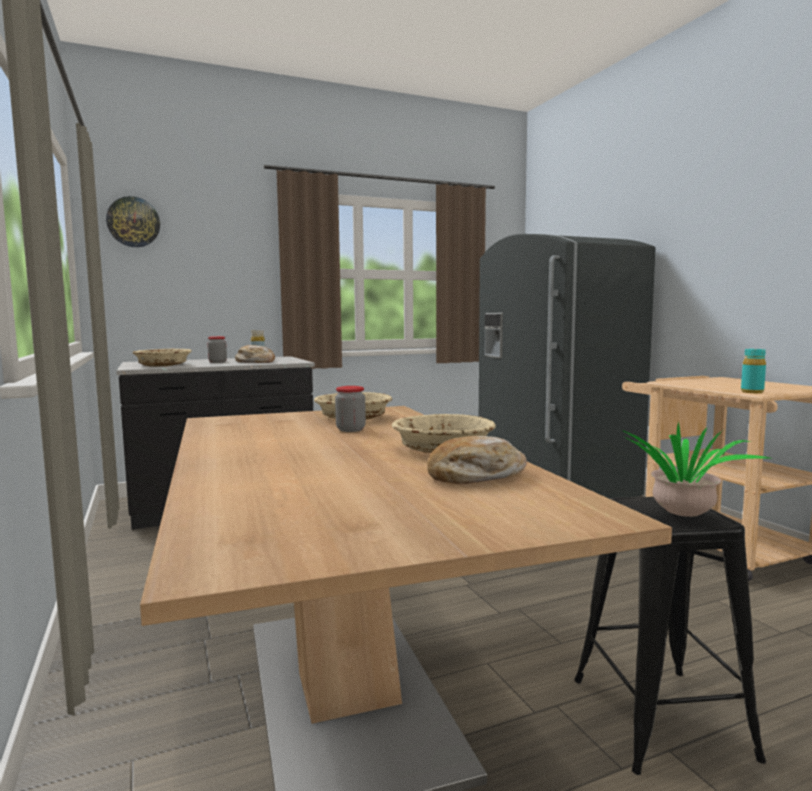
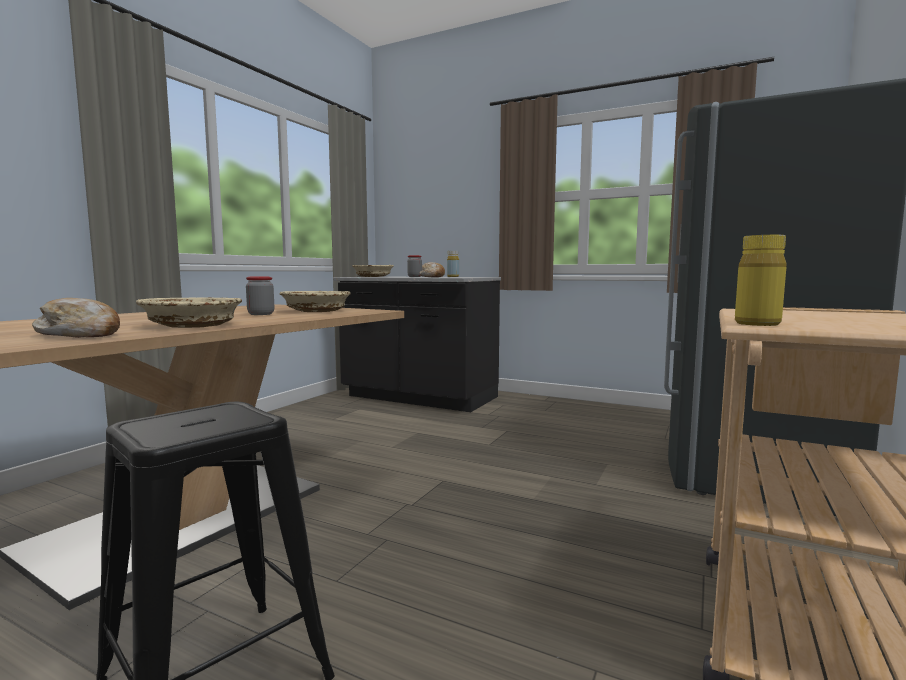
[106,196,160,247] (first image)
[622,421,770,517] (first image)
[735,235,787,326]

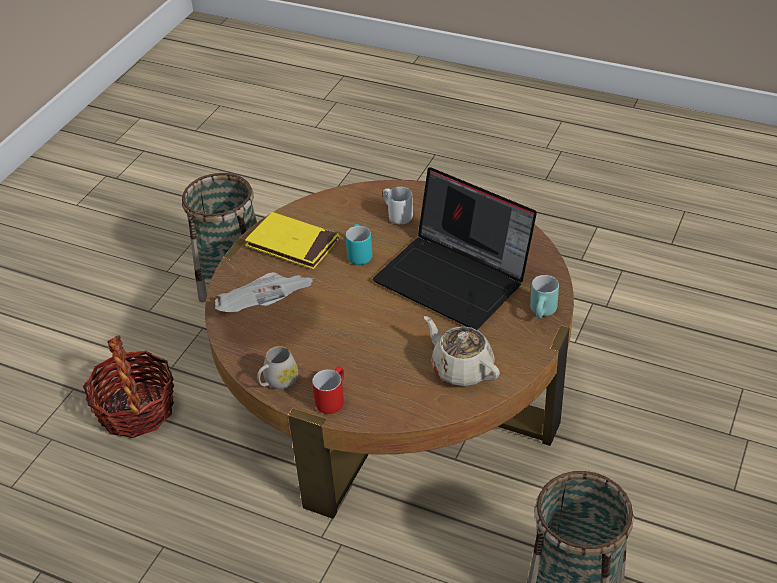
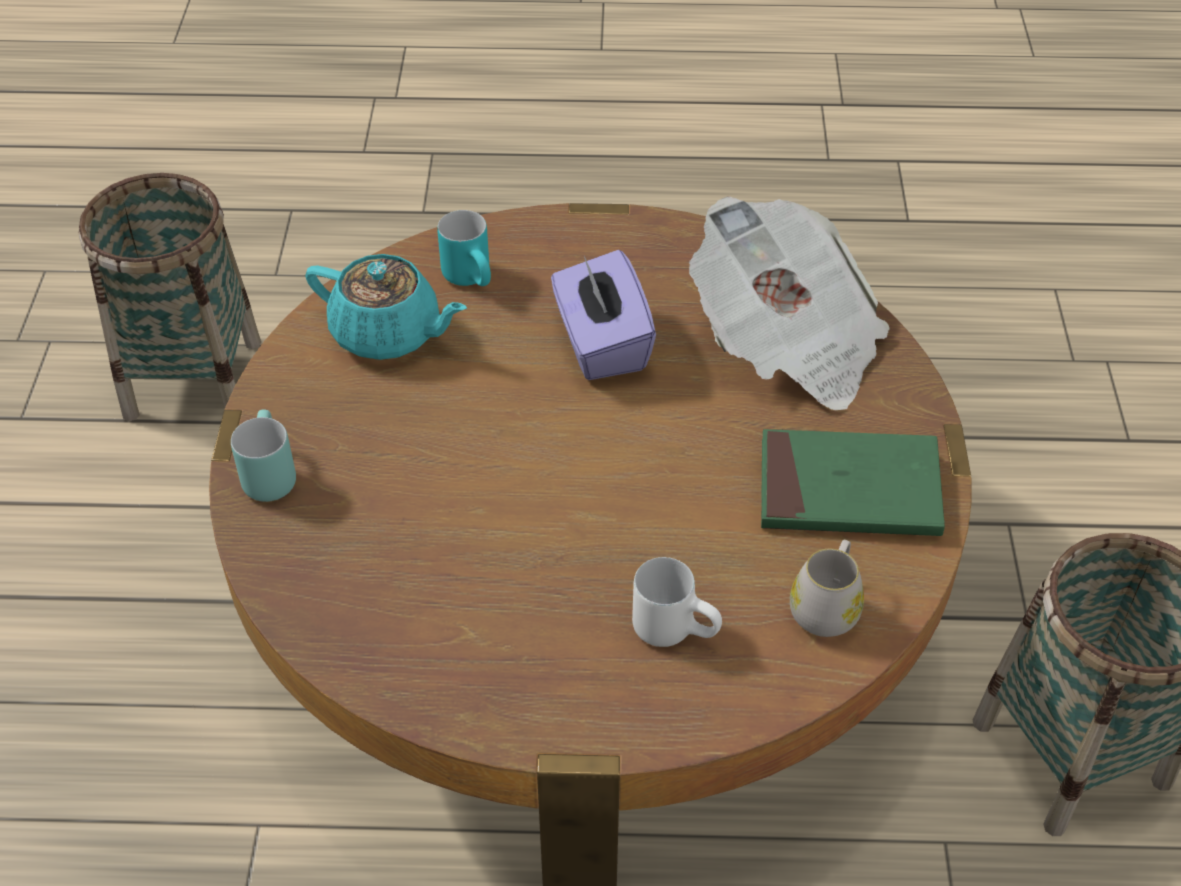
[83,335,174,438] (first image)
[312,366,344,414] (first image)
[373,167,537,330] (first image)
[551,250,656,380]
[790,540,864,637]
[437,210,491,286]
[761,429,945,536]
[305,254,467,360]

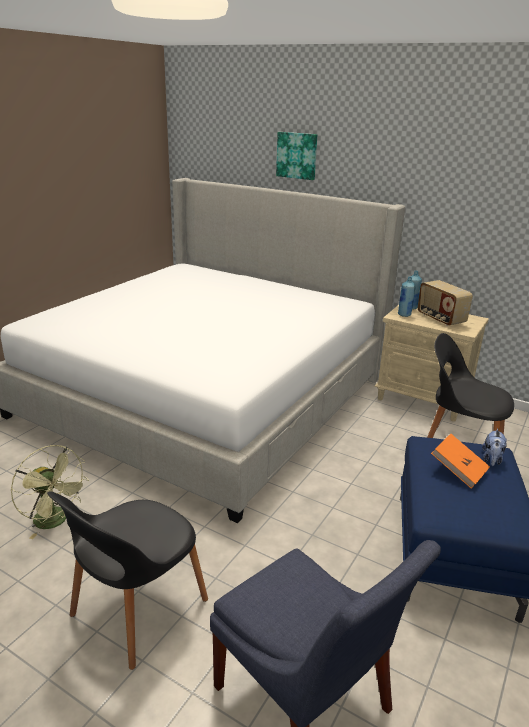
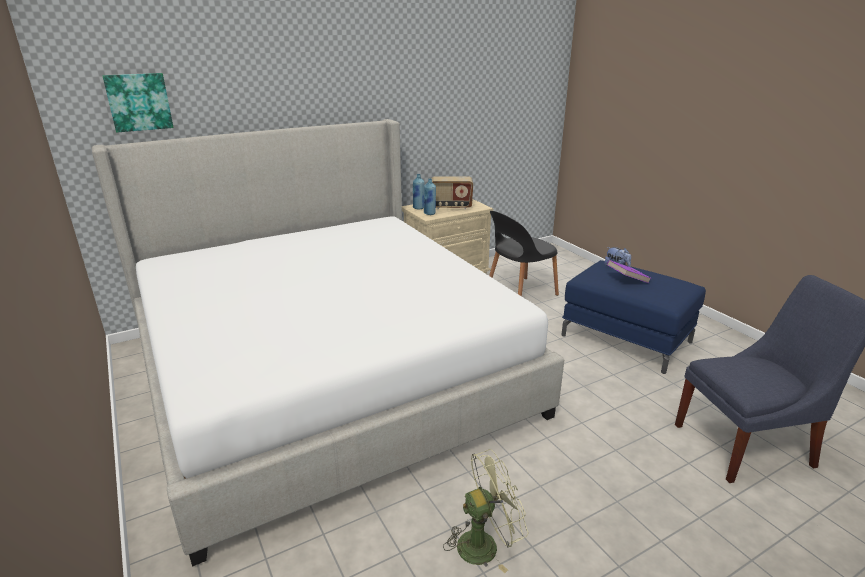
[47,491,208,670] (first image)
[102,73,174,132]
[607,260,651,283]

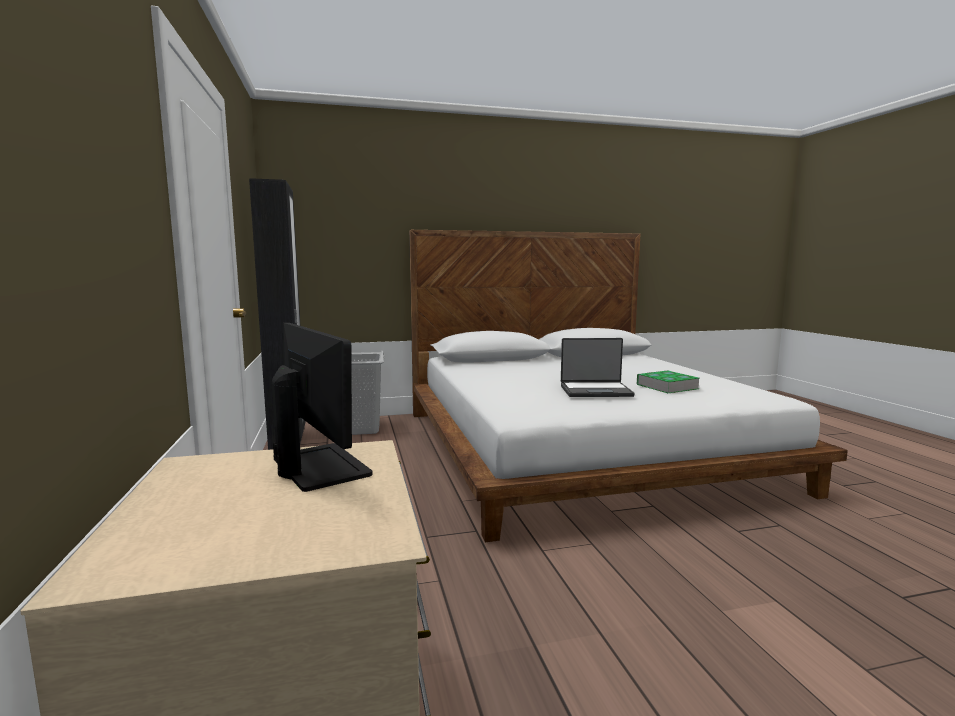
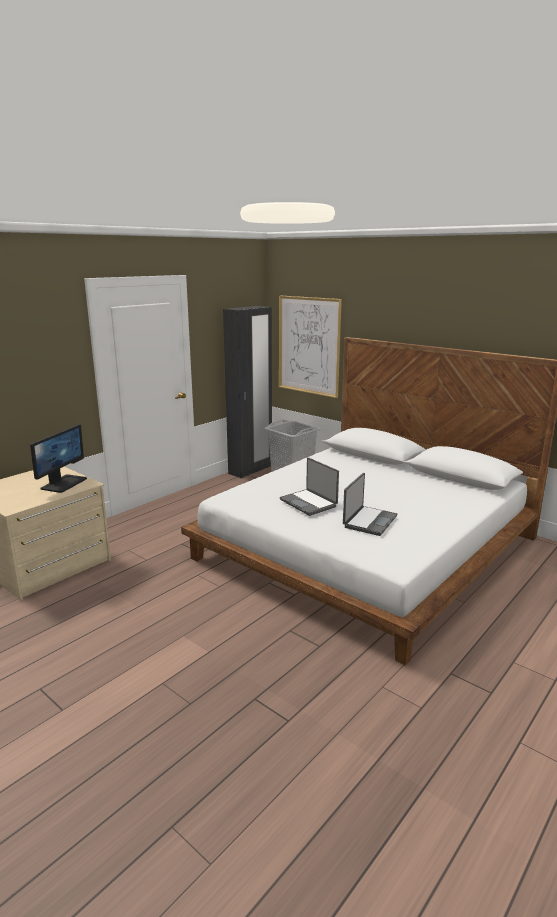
[279,296,342,398]
[343,473,397,536]

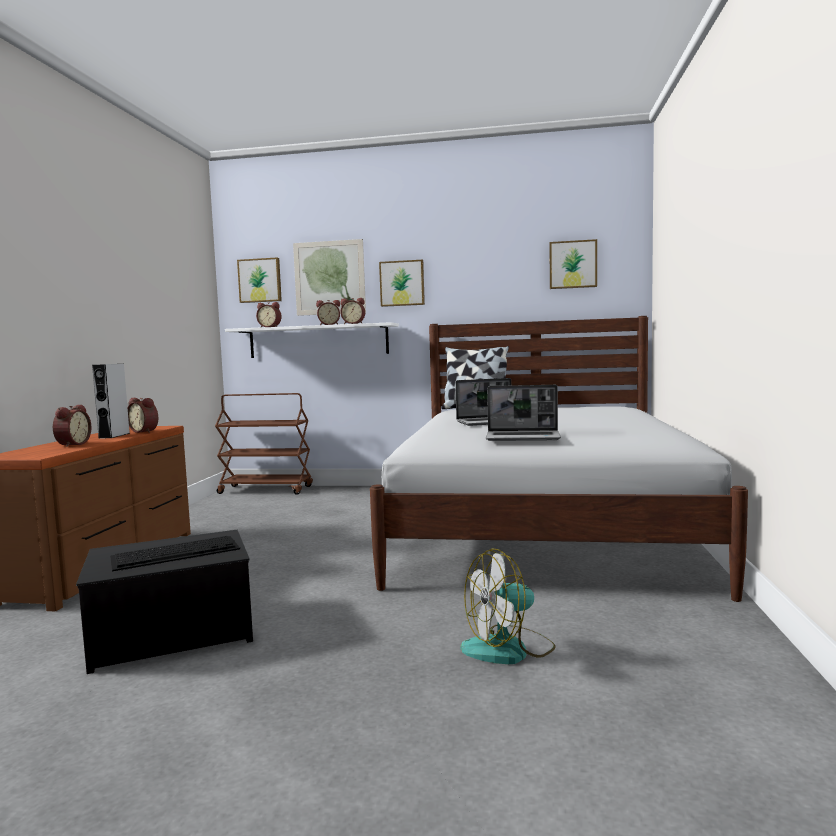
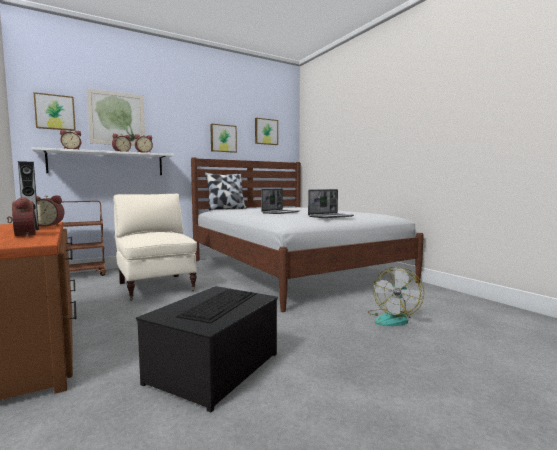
[113,194,197,301]
[210,124,237,153]

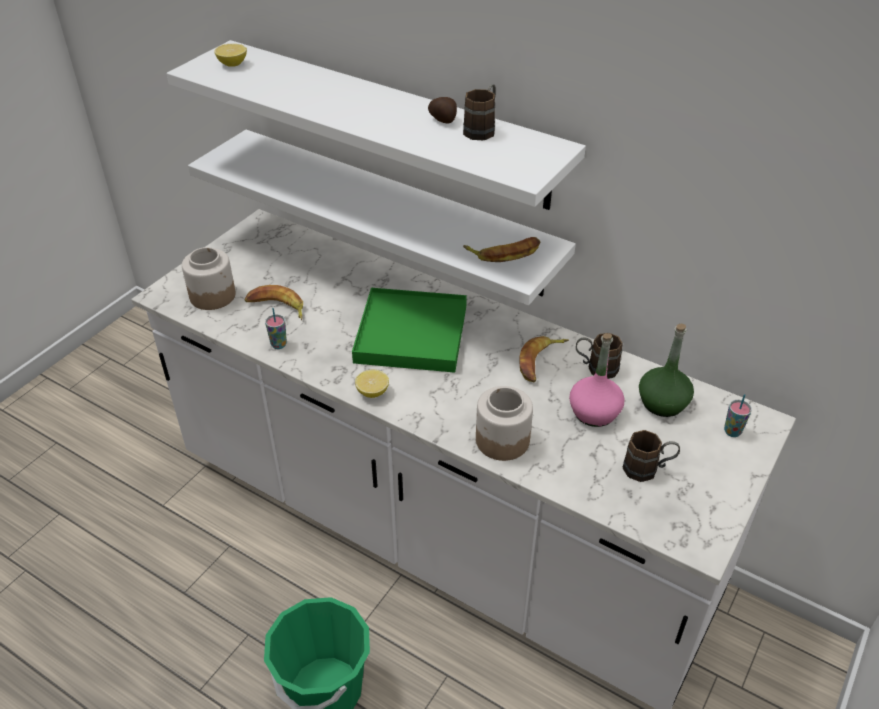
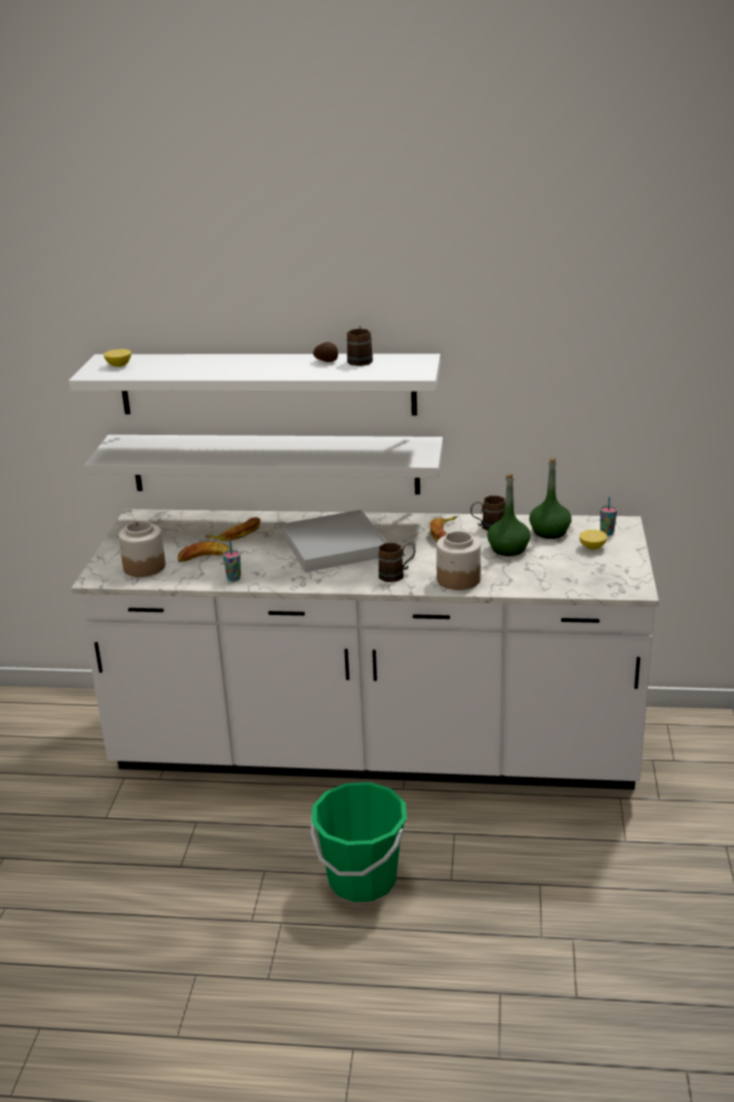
[579,530,607,549]
[205,517,261,541]
[378,543,415,582]
[282,510,387,572]
[487,473,531,556]

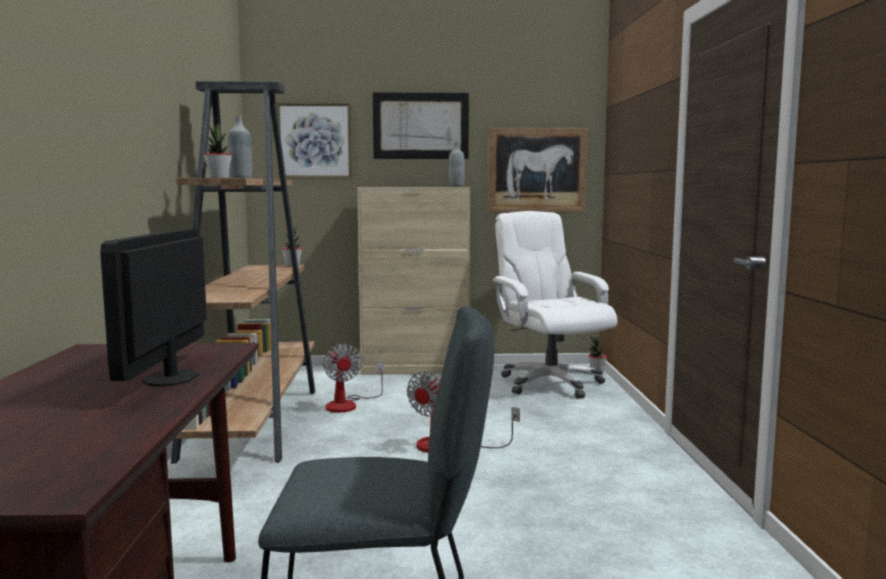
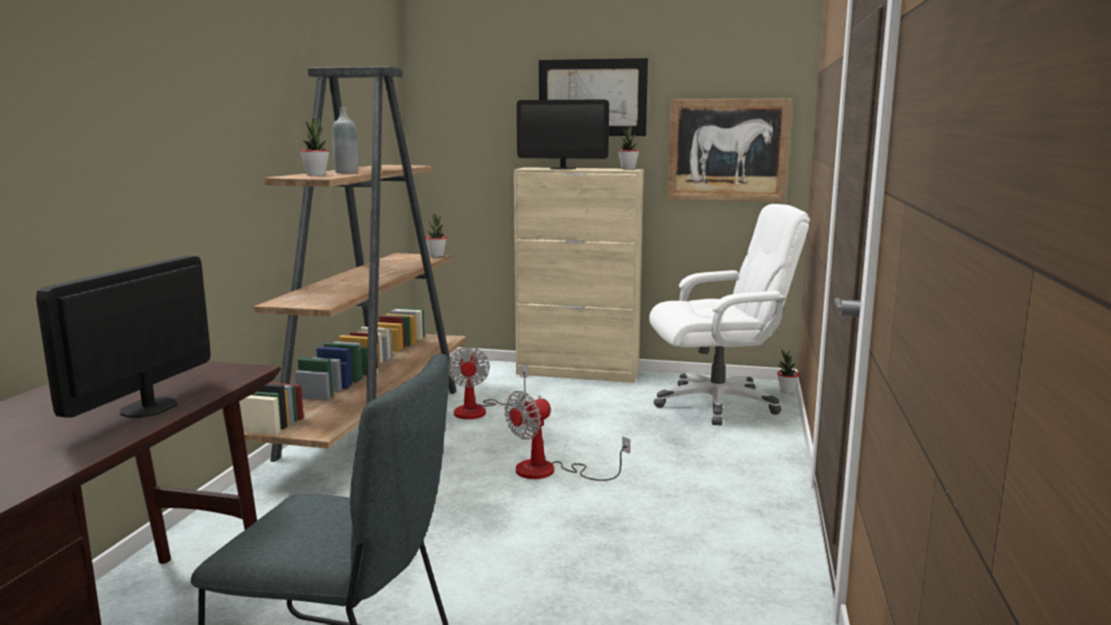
[276,103,352,178] (first image)
[517,100,609,170]
[618,126,639,170]
[649,204,810,425]

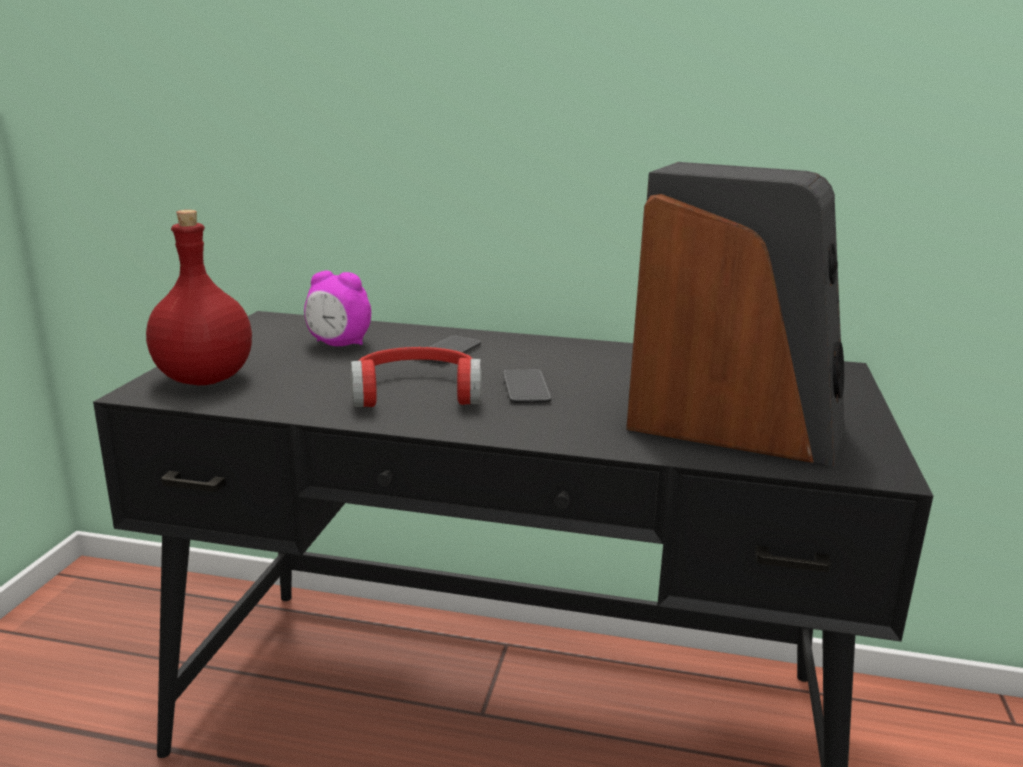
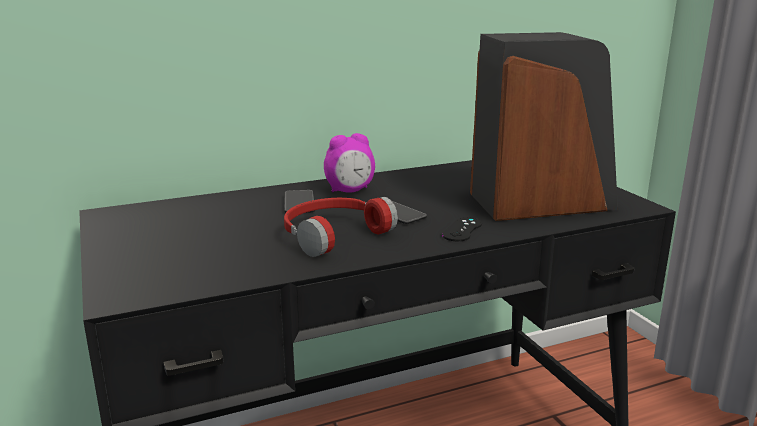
[146,210,252,385] (first image)
[442,217,482,241]
[324,133,375,193]

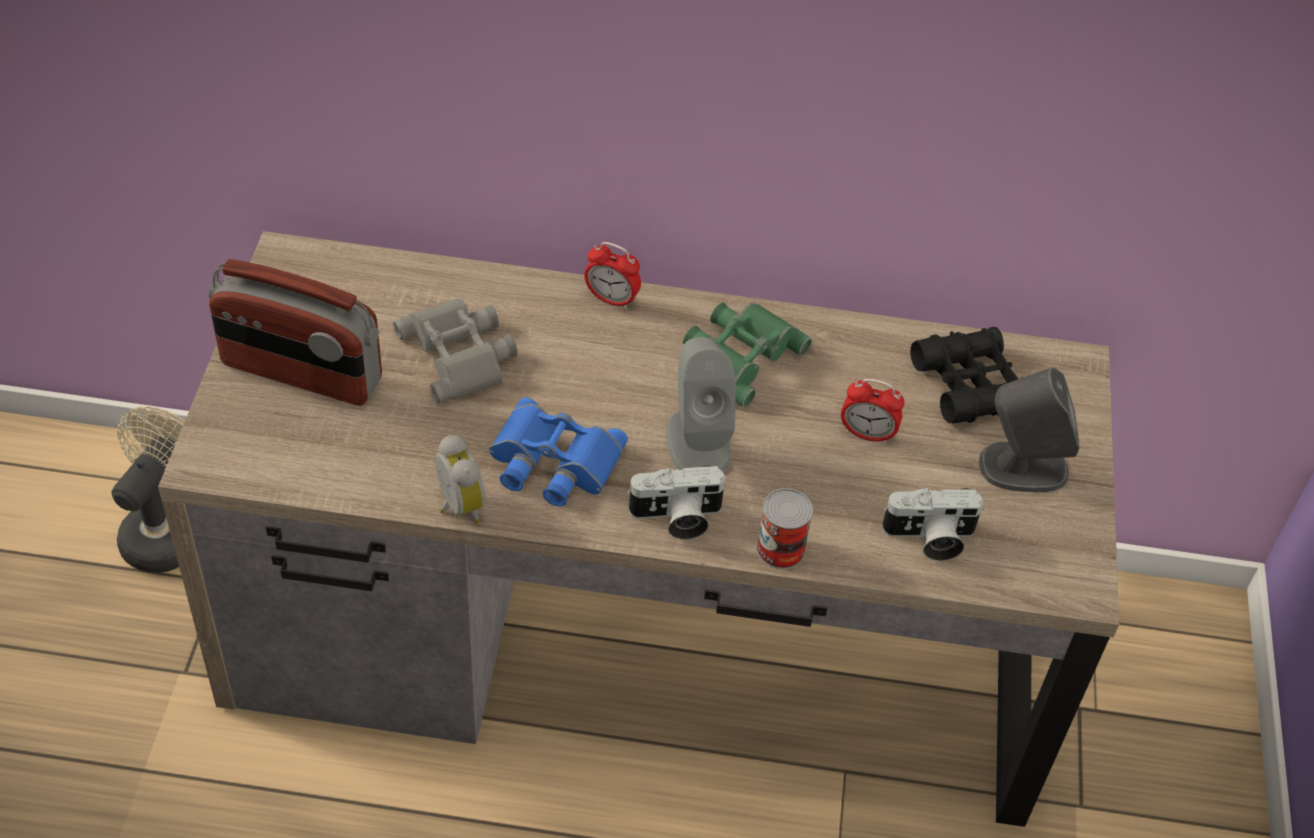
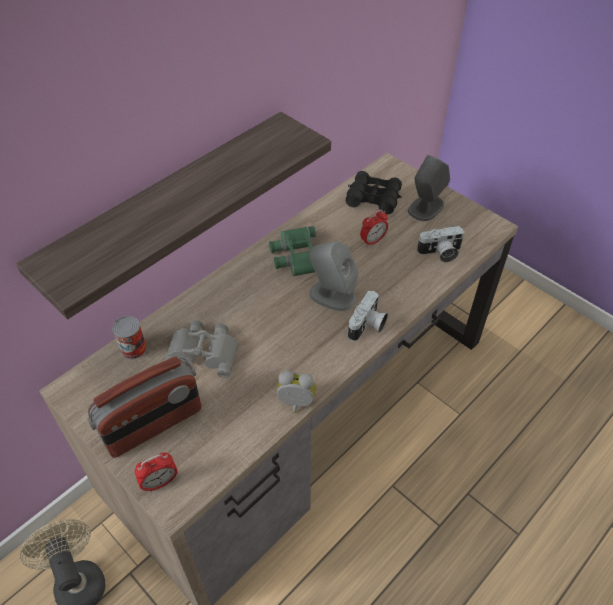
[489,398,628,507] (first image)
[16,112,331,319]
[134,452,177,492]
[112,316,147,359]
[417,226,464,262]

